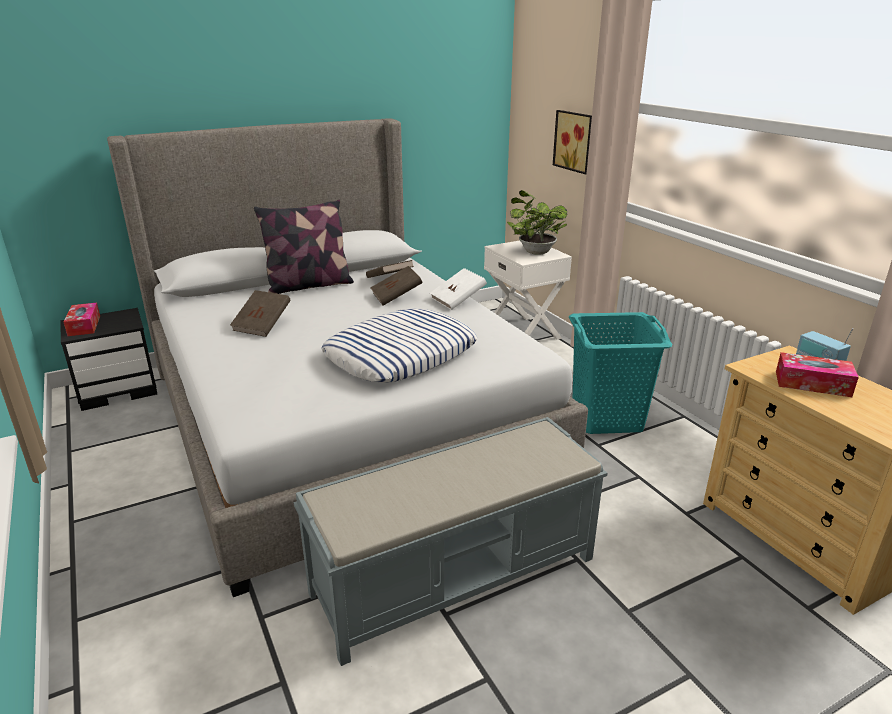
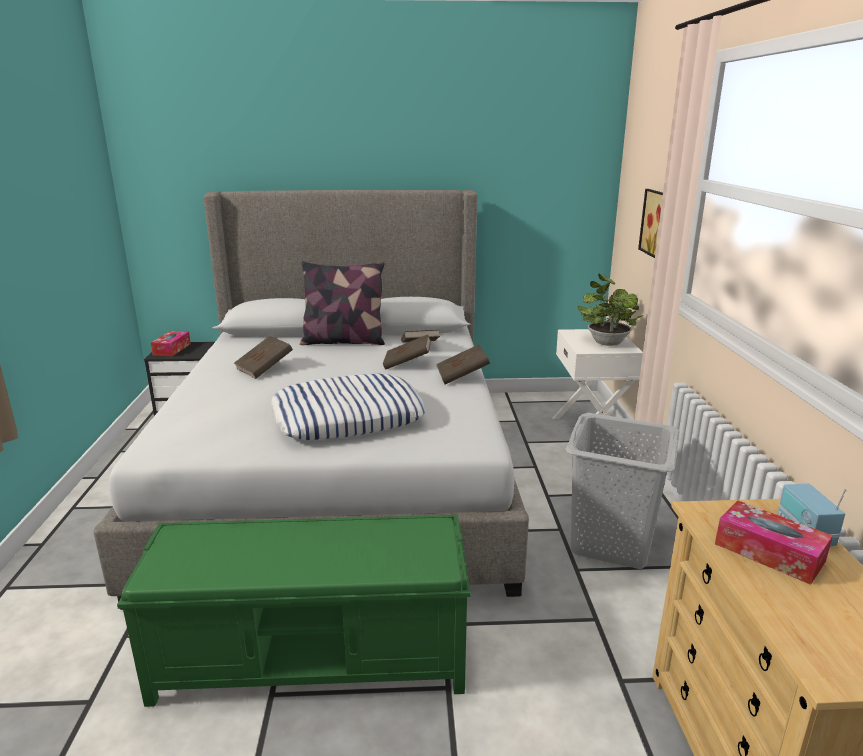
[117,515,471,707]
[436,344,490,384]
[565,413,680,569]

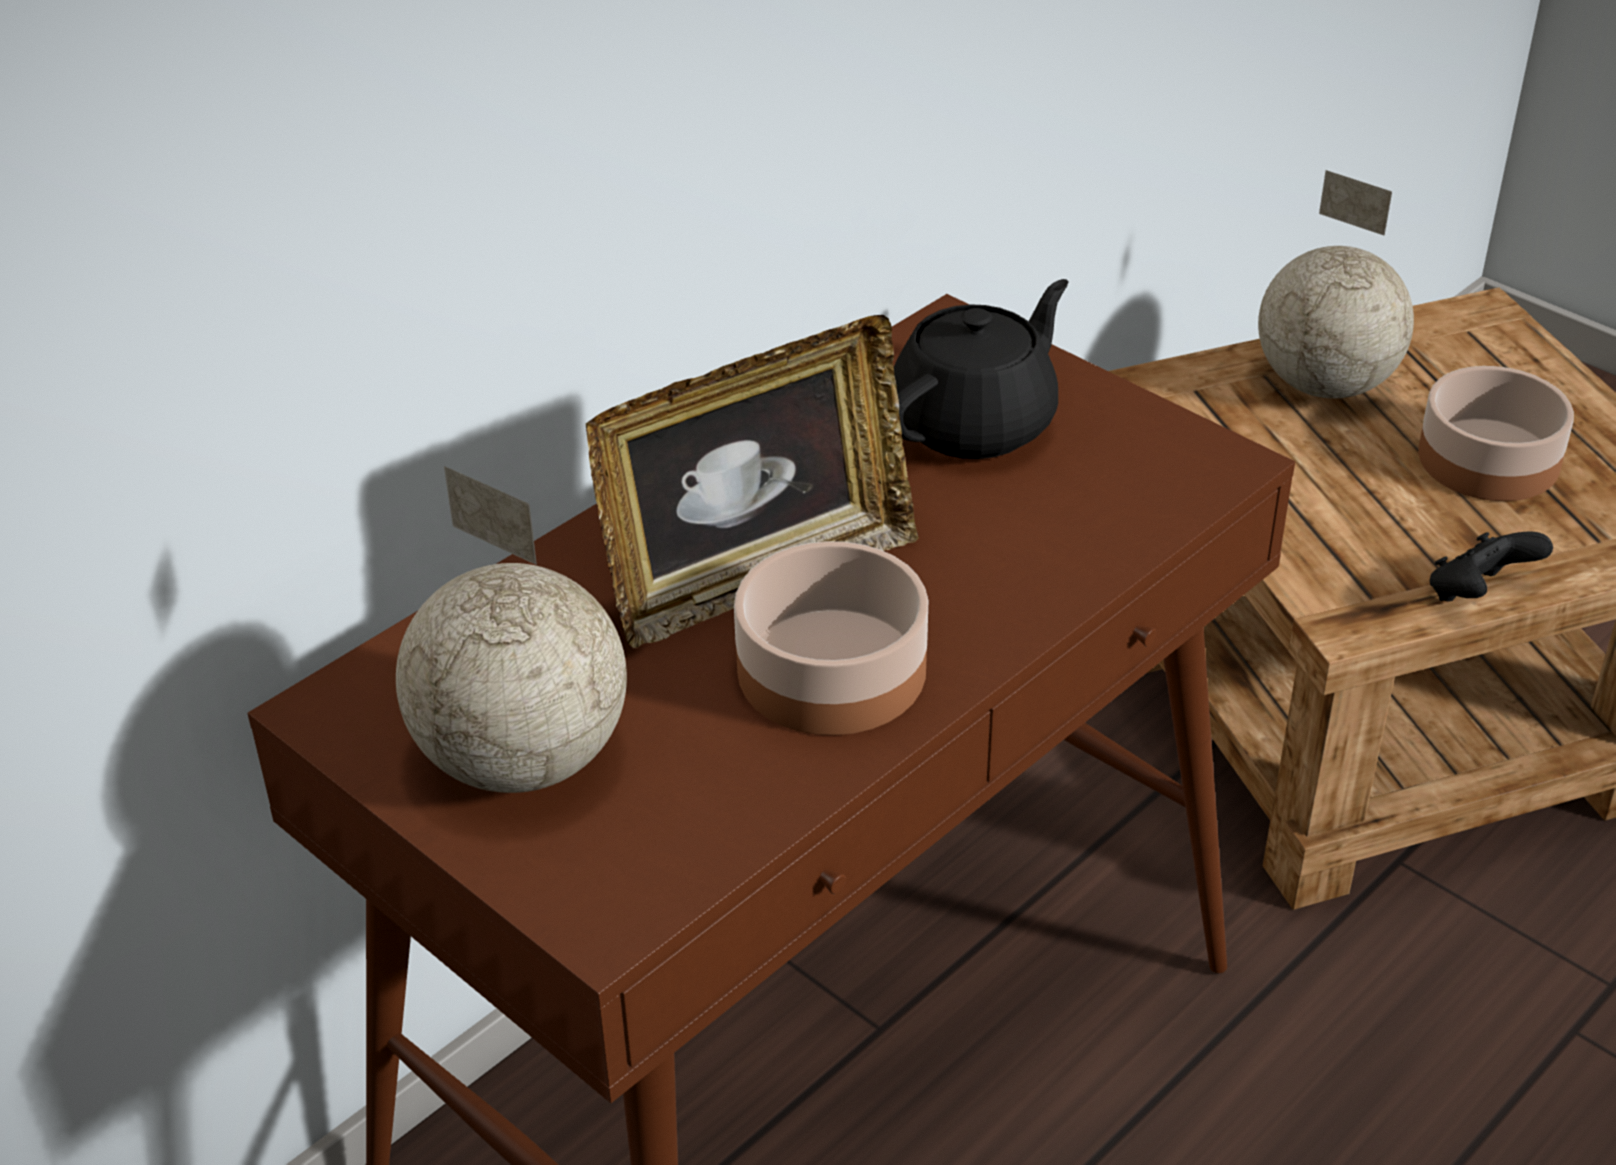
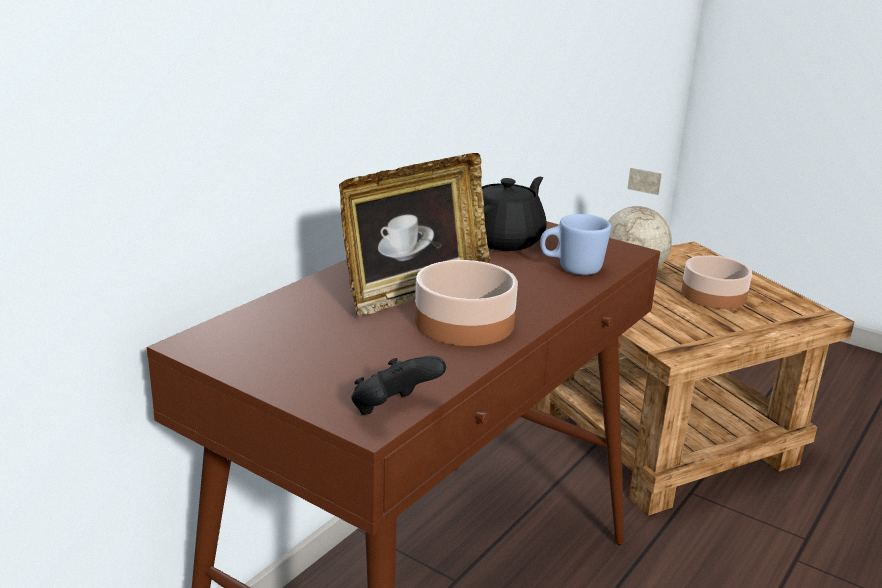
[396,466,627,793] (first image)
[540,214,611,275]
[351,356,446,415]

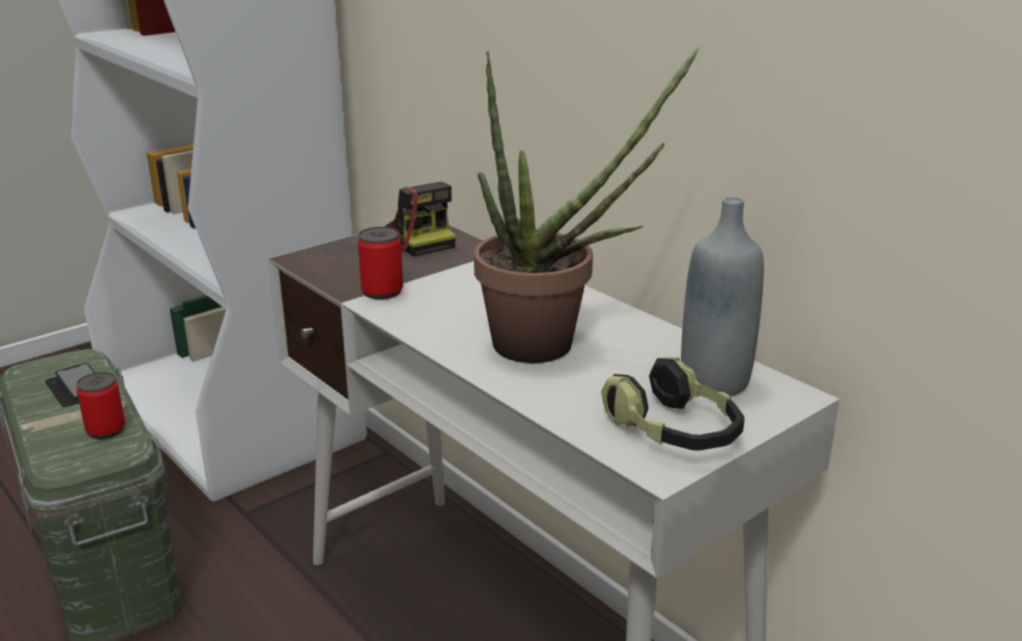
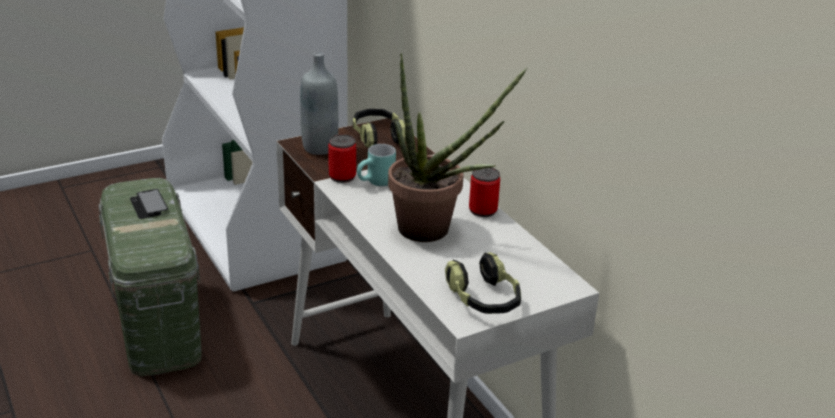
[357,144,396,186]
[469,167,500,217]
[300,52,338,155]
[353,109,406,148]

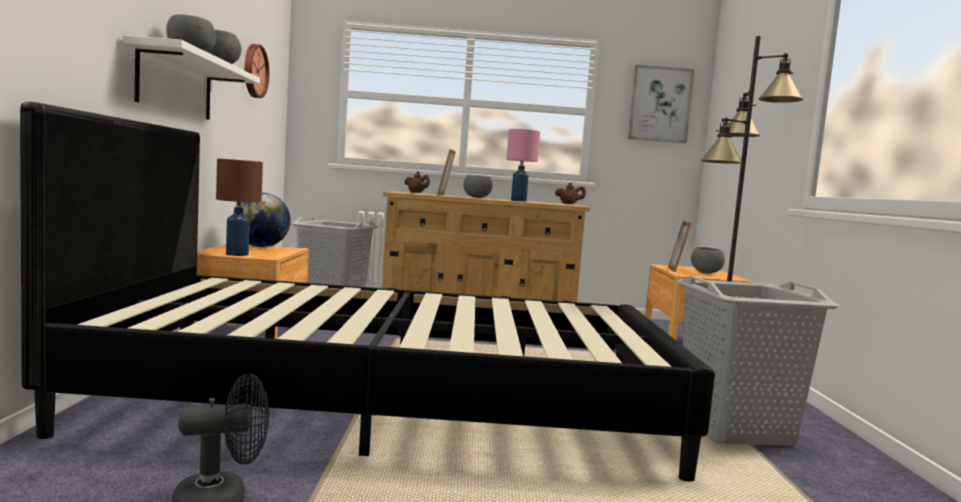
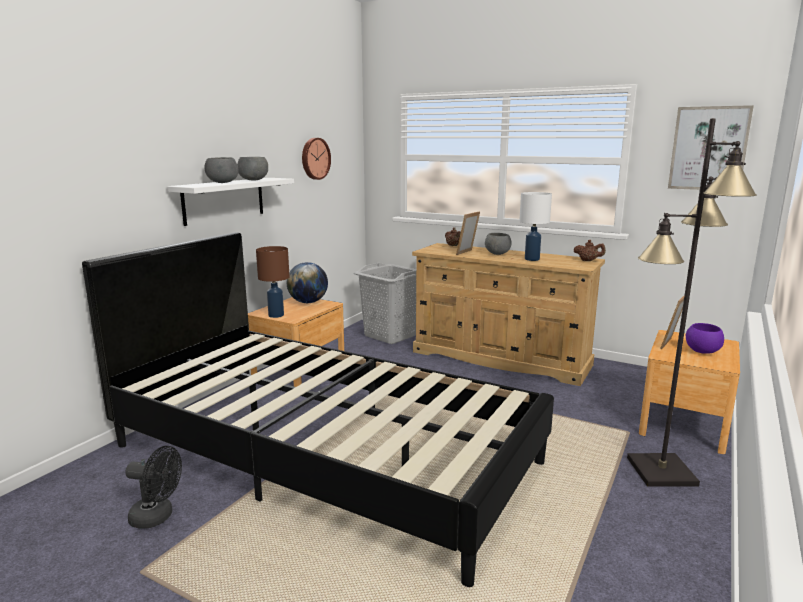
[677,276,840,445] (first image)
[519,192,552,261]
[686,323,724,354]

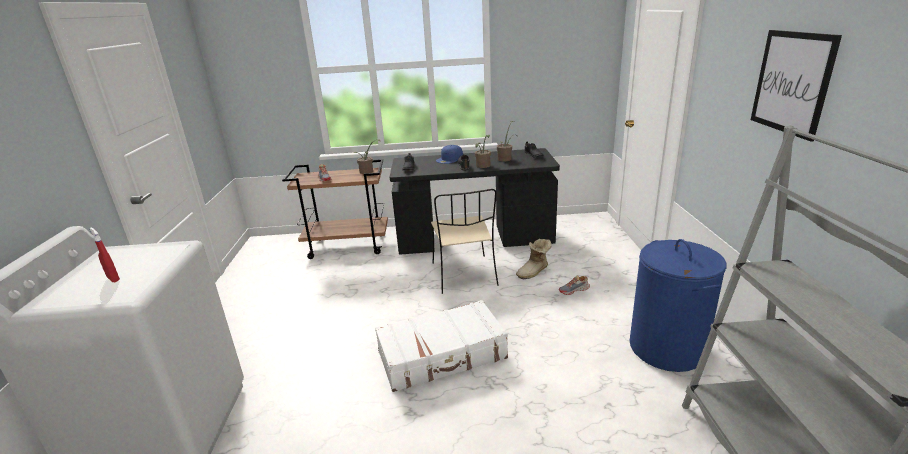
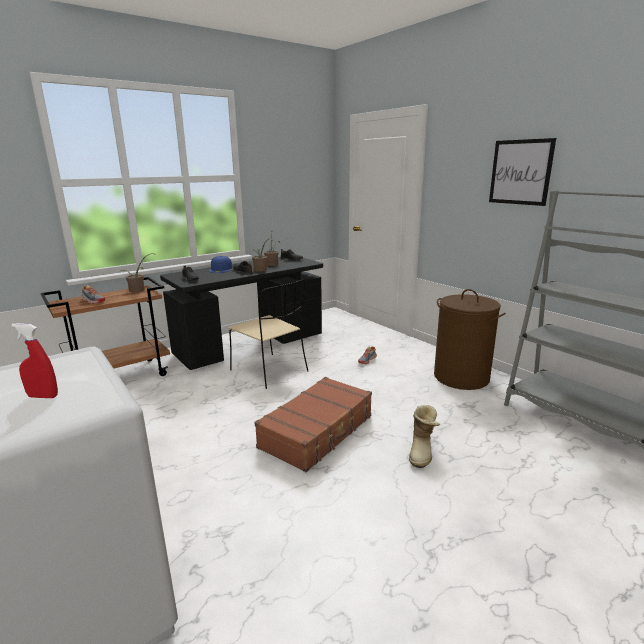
[409,405,440,468]
[255,377,372,472]
[434,289,506,390]

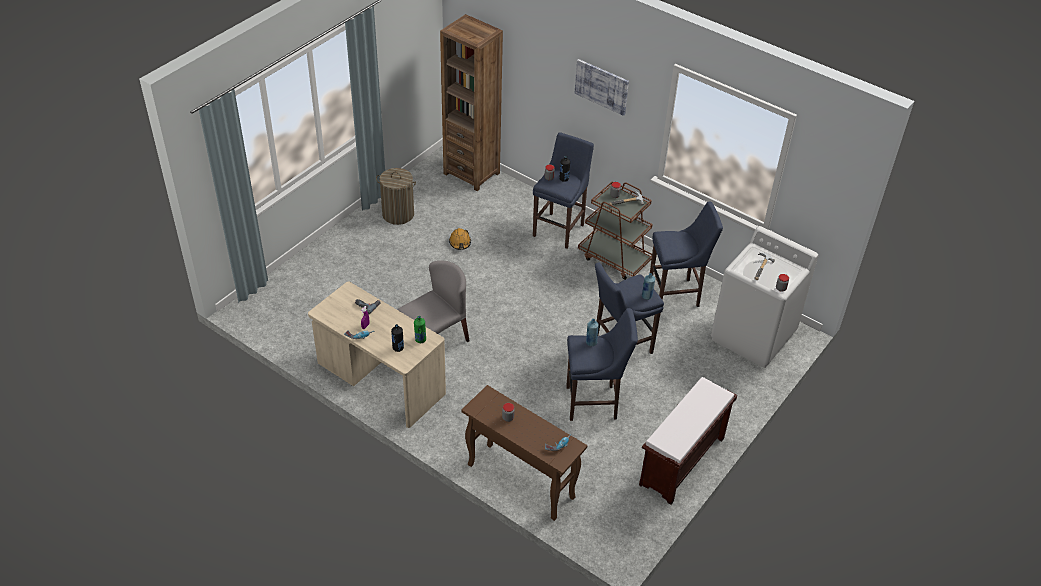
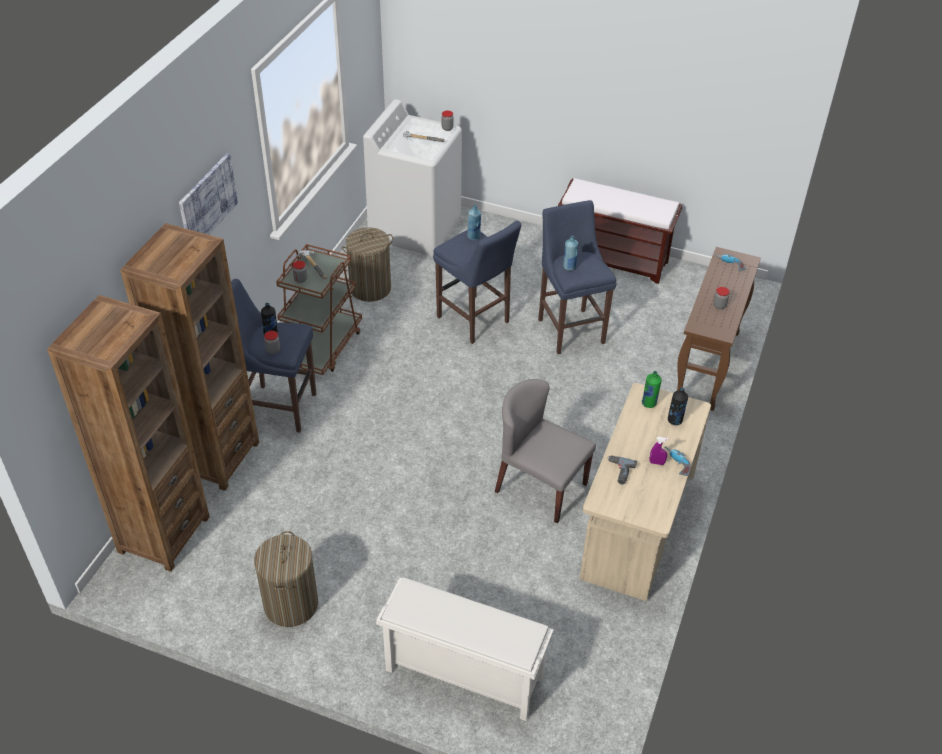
[449,228,471,250] (first image)
[120,223,259,491]
[376,577,554,721]
[342,227,393,302]

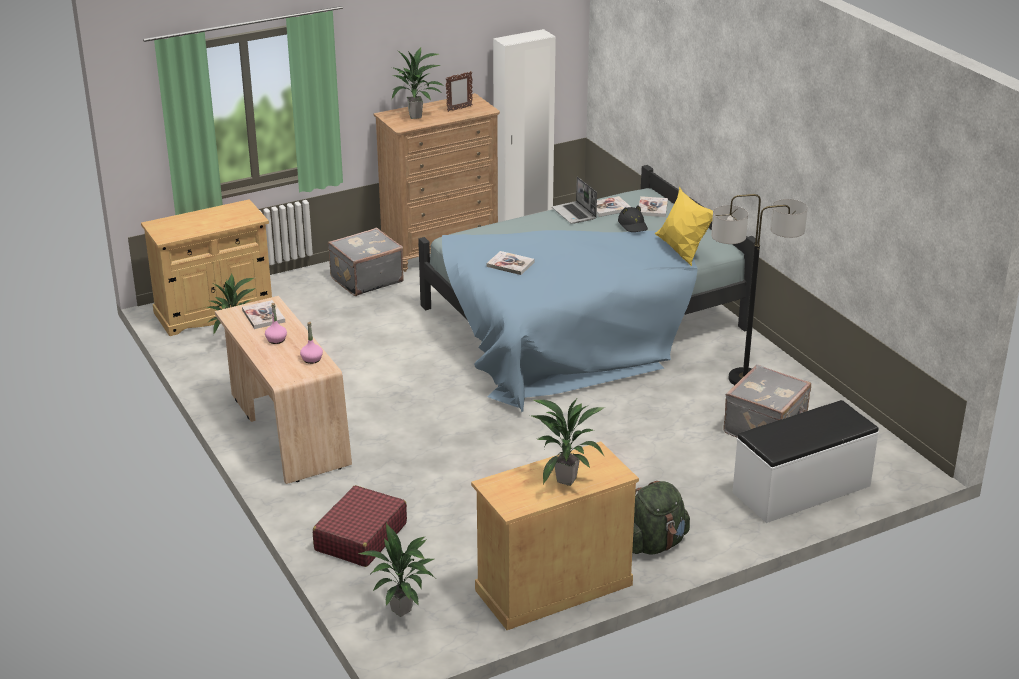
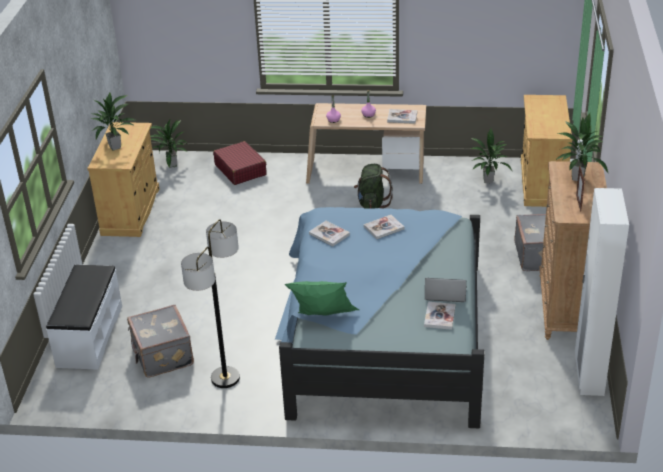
[618,205,648,232] (first image)
[354,164,393,209]
[309,221,350,246]
[285,281,359,316]

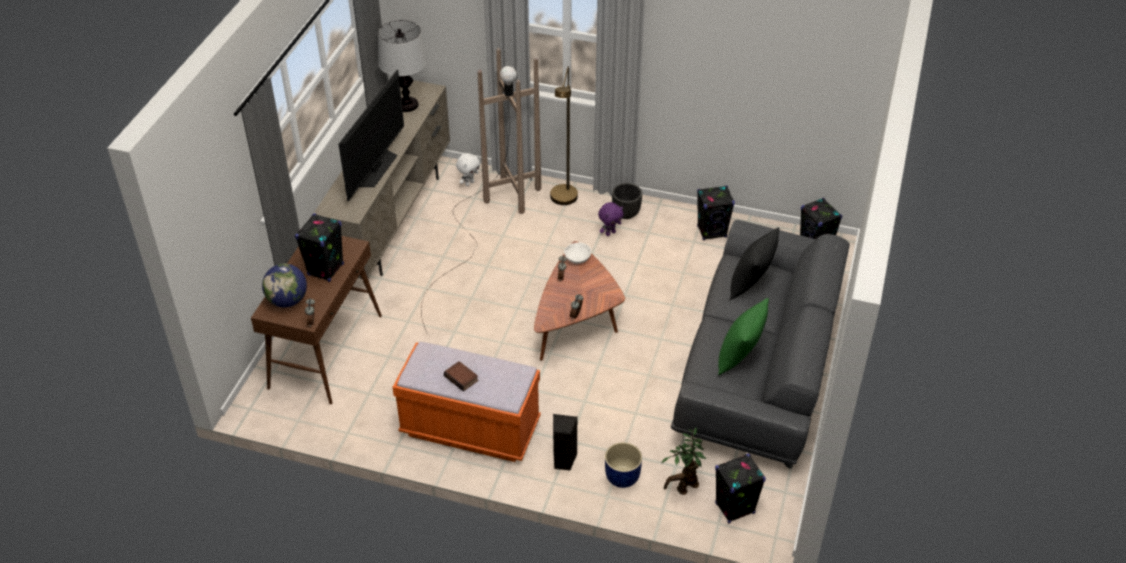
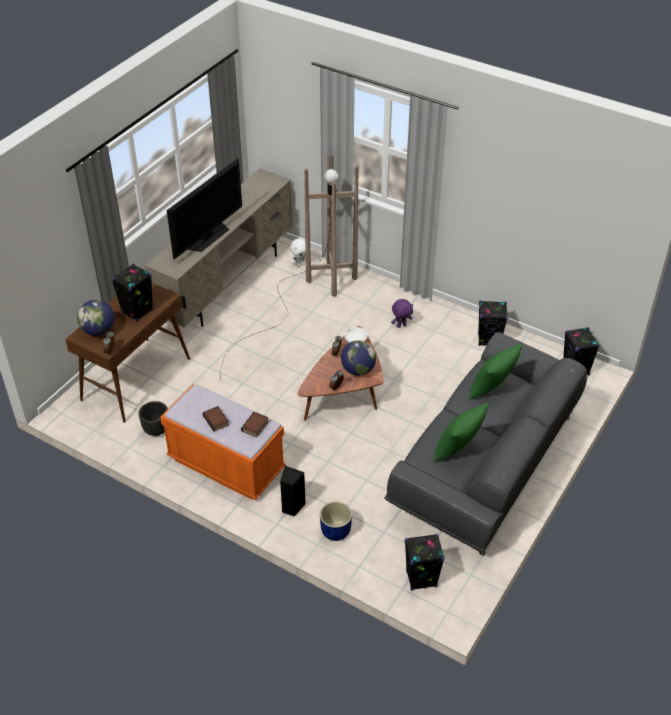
[378,20,427,112] (first image)
[550,67,578,205] (first image)
[661,427,706,495] (first image)
[241,412,269,437]
[341,340,376,376]
[139,401,168,436]
[469,344,523,399]

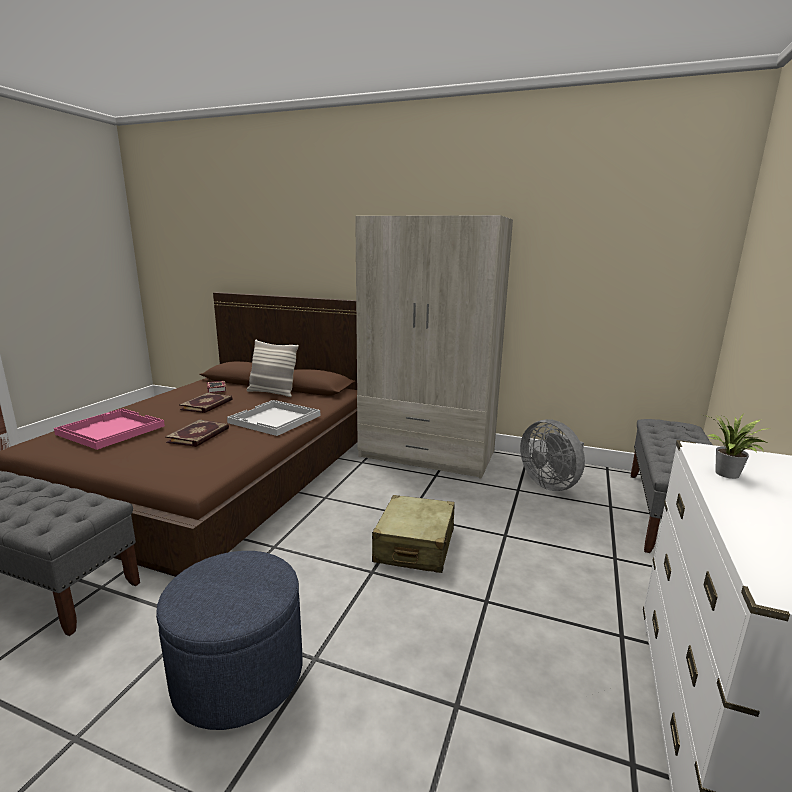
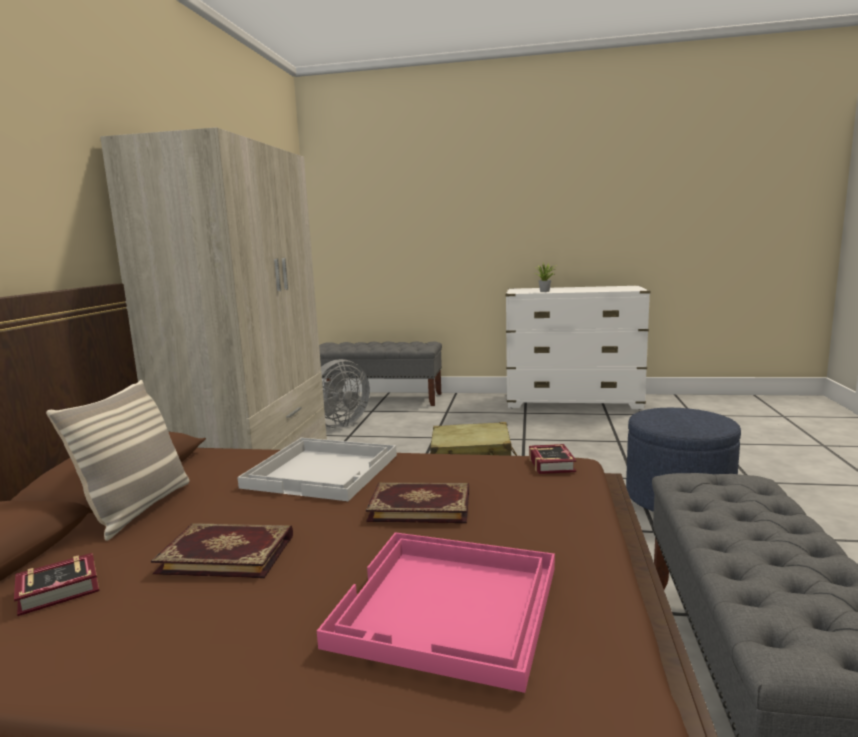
[529,444,576,474]

